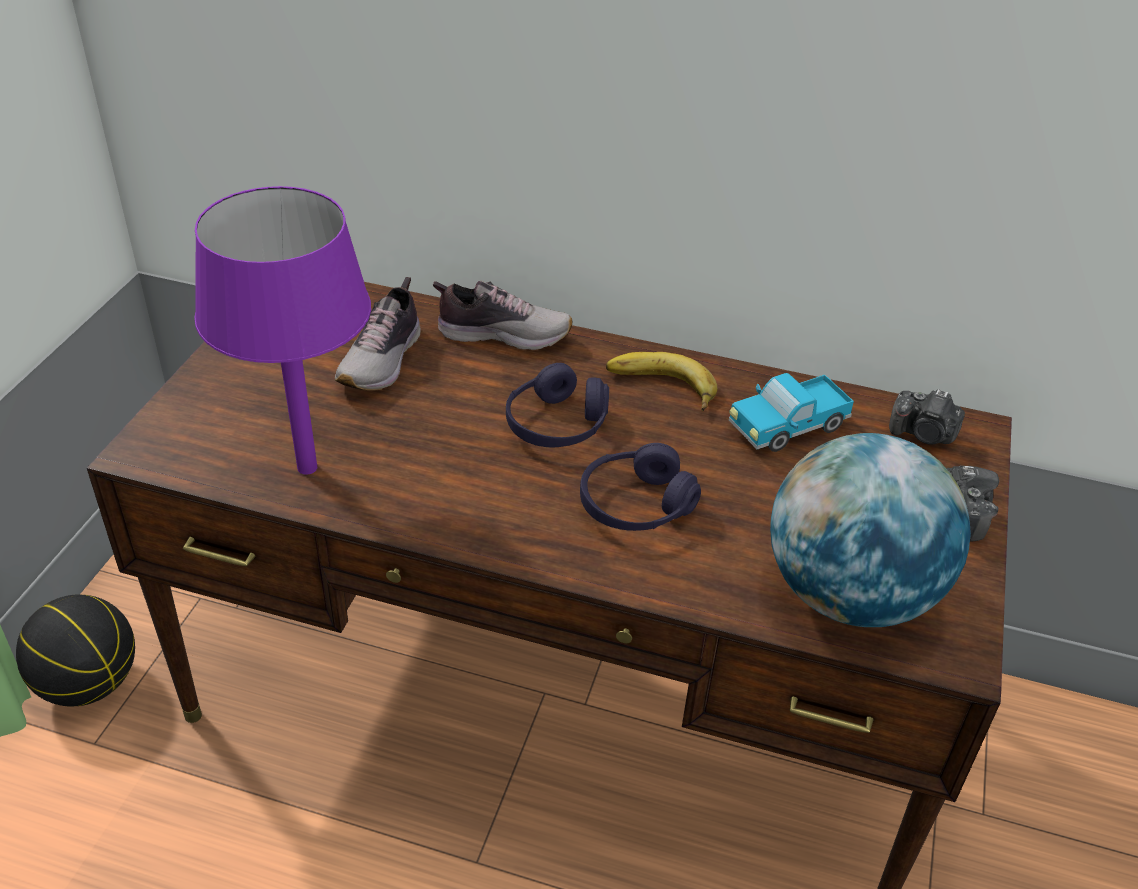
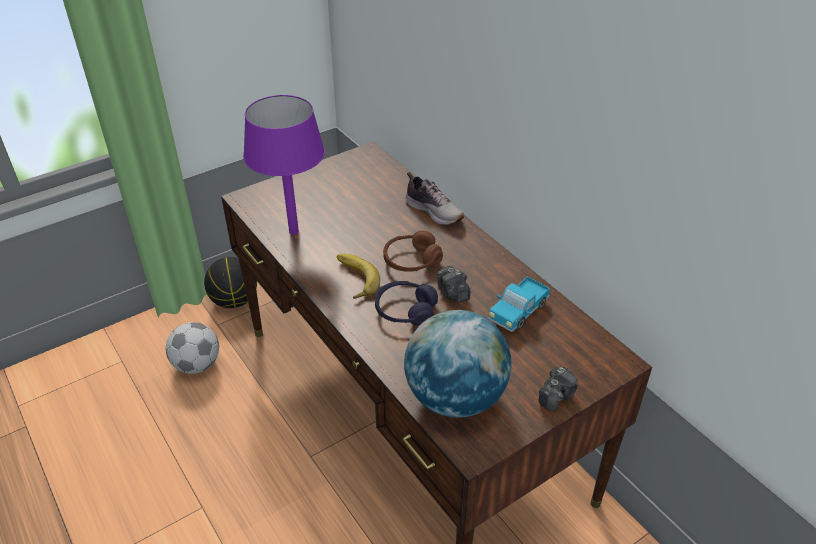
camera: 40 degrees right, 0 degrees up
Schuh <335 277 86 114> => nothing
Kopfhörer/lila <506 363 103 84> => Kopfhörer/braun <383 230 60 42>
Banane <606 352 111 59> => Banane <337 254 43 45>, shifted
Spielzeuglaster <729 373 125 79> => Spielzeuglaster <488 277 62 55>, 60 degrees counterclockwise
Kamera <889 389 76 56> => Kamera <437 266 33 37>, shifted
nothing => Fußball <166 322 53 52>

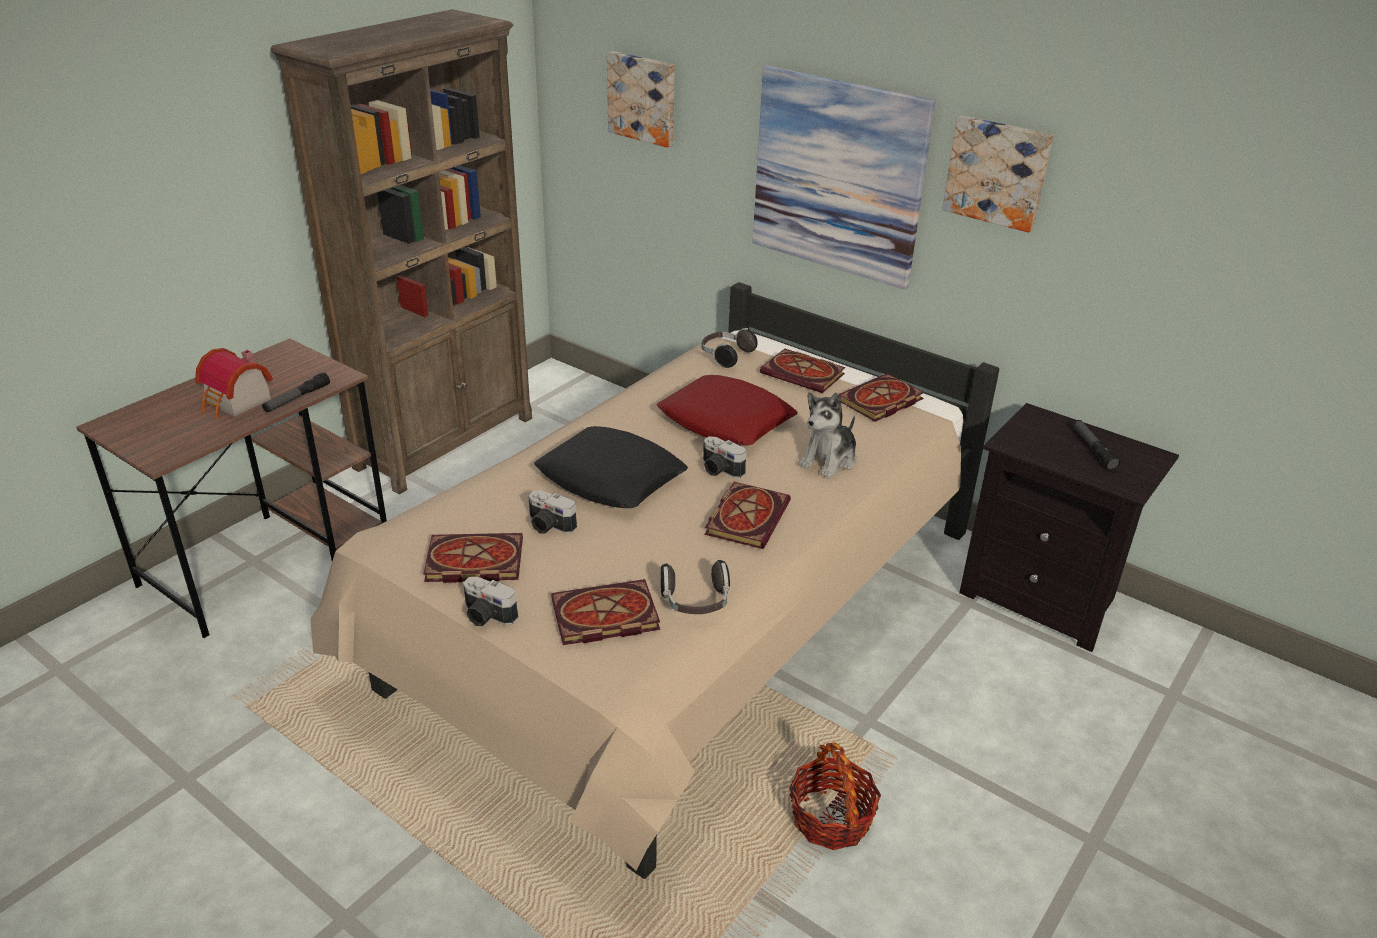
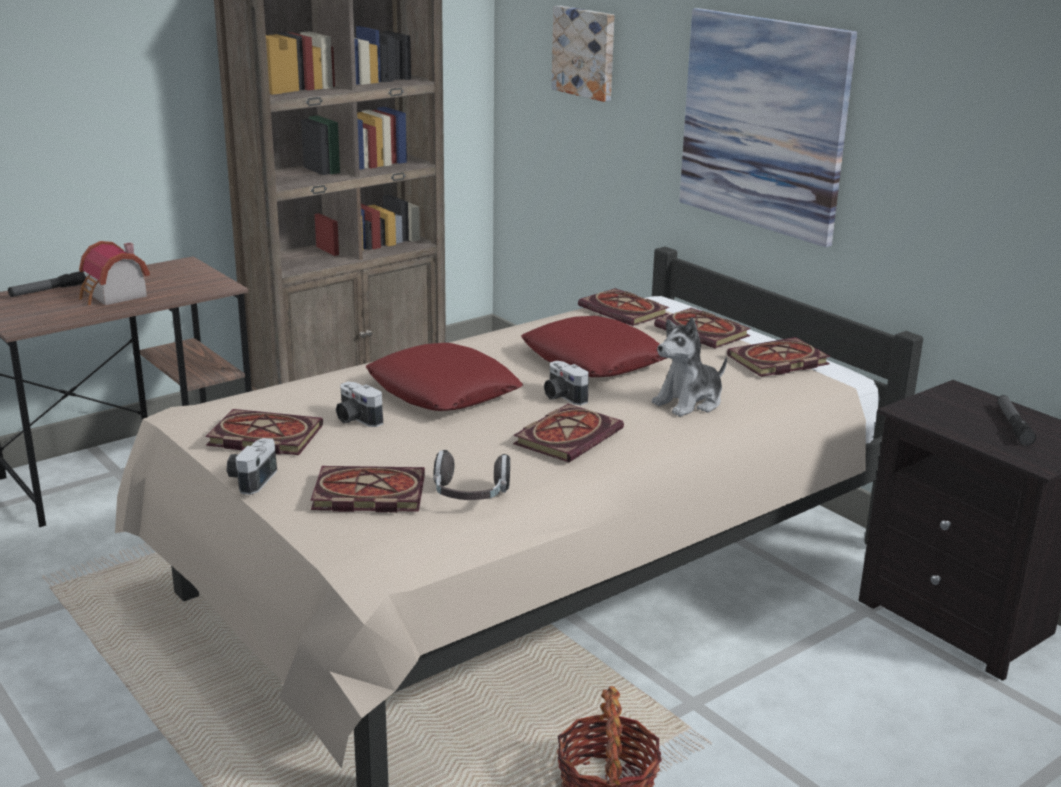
camera: 15 degrees right, 10 degrees down
Taschenlampe <262 372 68 40> => Taschenlampe <8 271 78 26>, shifted
Kamera <463 577 55 49> => Kamera <227 438 50 57>, 60 degrees clockwise
Kissen/schwarz <534 426 154 82> => Kissen/rot <366 343 157 68>
Kopfhörer <701 328 57 40> => Buch <578 288 91 38>
Bild <942 115 111 118> => nothing

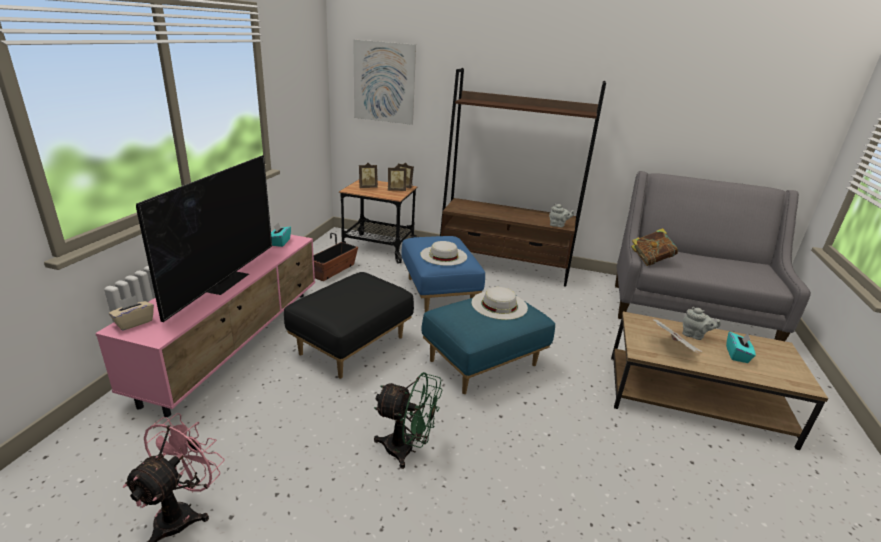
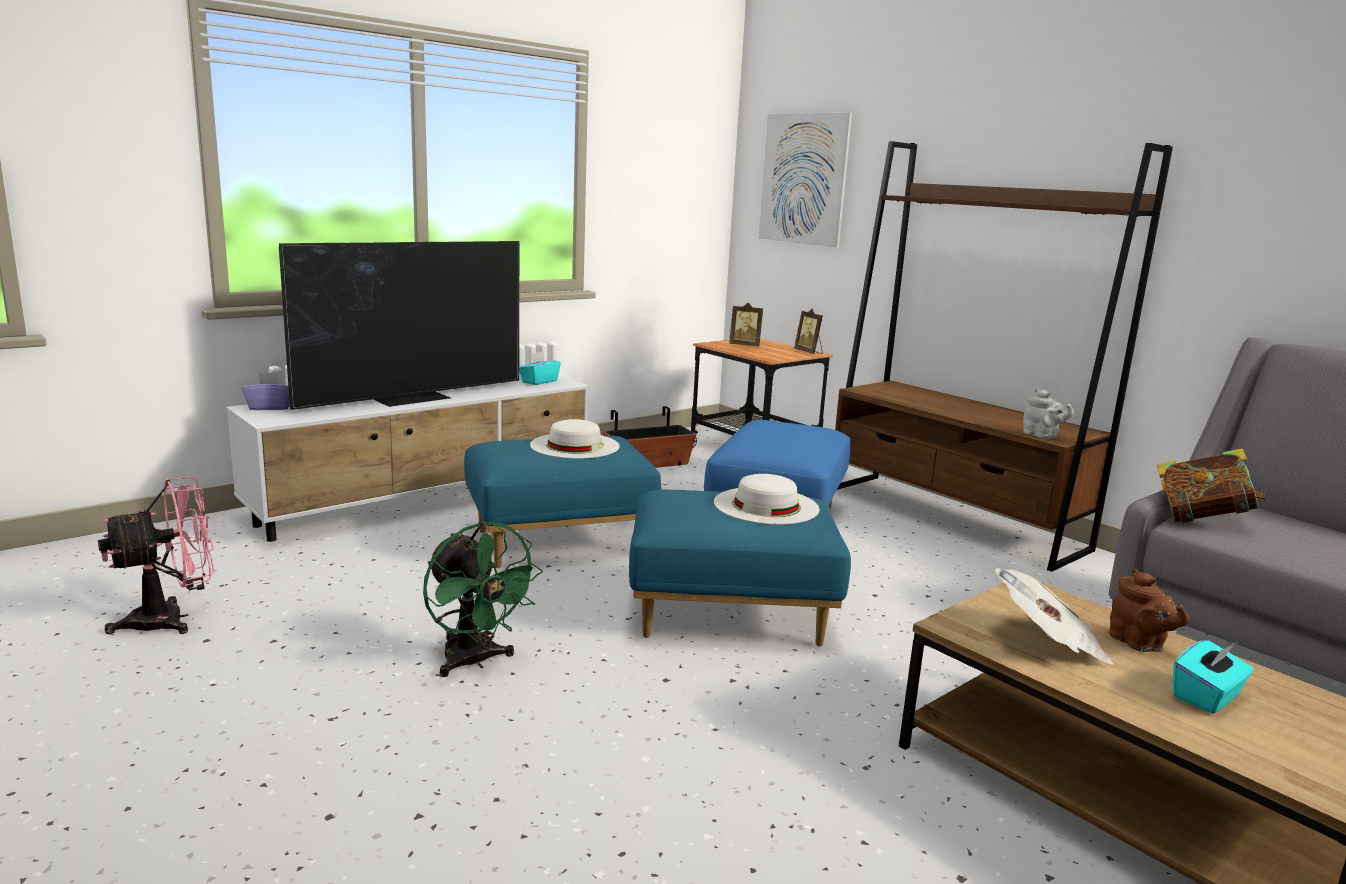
camera: 35 degrees right, 10 degrees down
Fernsehschrank/rosa <95 231 220 186> => Fernsehschrank/weiß <226 374 363 168>
Taschentuchbox/beige <109 295 45 36> => Taschentuchbox/lila <242 372 48 38>
Polsterhocker/schwarz <284 272 130 107> => Polsterhocker/blau <464 436 197 132>
Bilderrahmen <388 165 18 26> => nothing
Hut/weiß <420 241 47 25> => Hut/weiß <530 419 90 40>, shifted
Teekanne/grau <682 307 39 33> => Teekanne/braun <1109 569 81 83>

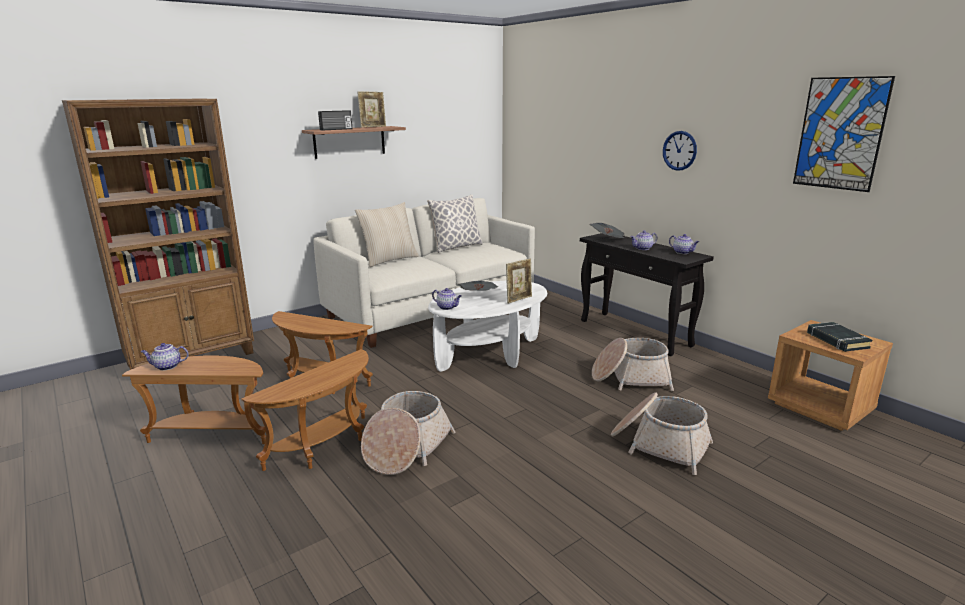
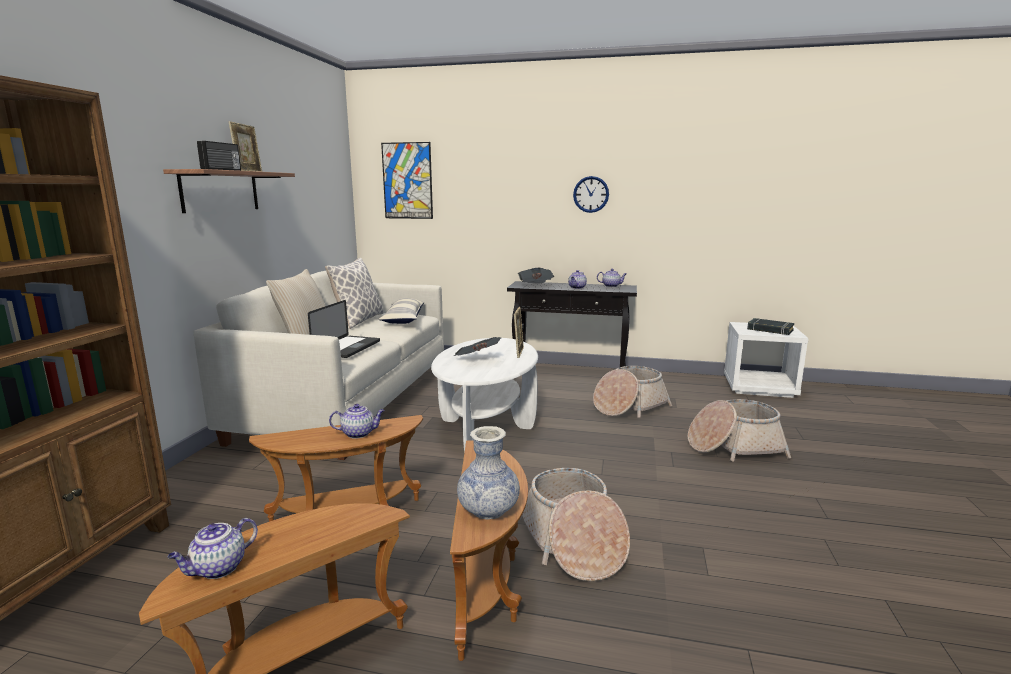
camera: 40 degrees left, 5 degrees down
Teekanne <432 288 29 22> => Teekanne <329 404 56 35>, shifted
Nachttisch/braun <768 320 125 111> => Nachttisch/weiß <724 322 85 76>
Bild <793 76 102 116> => Bild <381 142 52 77>, shifted
nothing => Laptop <308 300 72 58>
nothing => Kissen <378 298 46 26>
nothing => Vase <457 426 63 94>

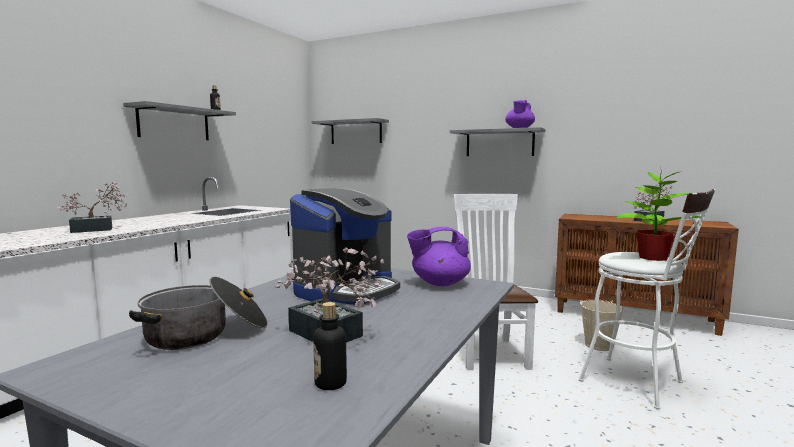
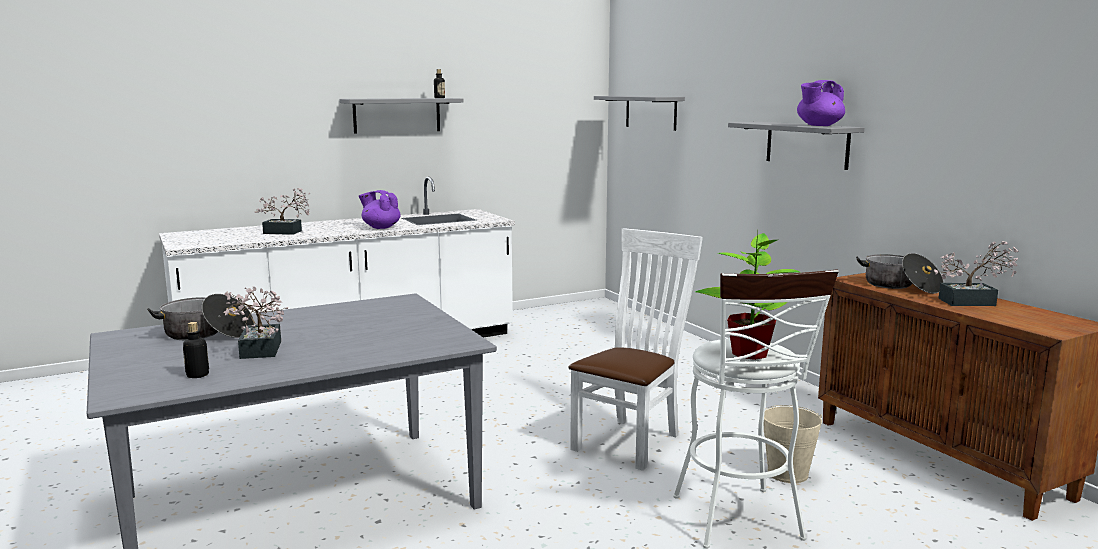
camera: 35 degrees right, 5 degrees up
Kaffeemaschine <290 188 110 117> => nothing
Teekanne/lila <407 227 64 59> => Teekanne/lila <359 190 42 39>, shifted
nothing => Kochtopf <856 253 88 41>

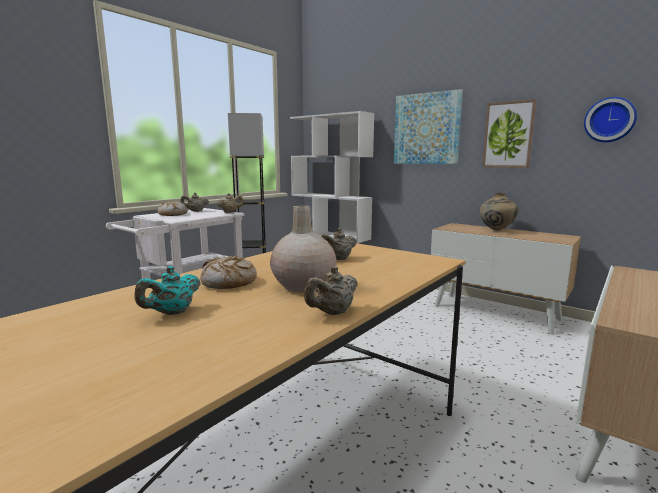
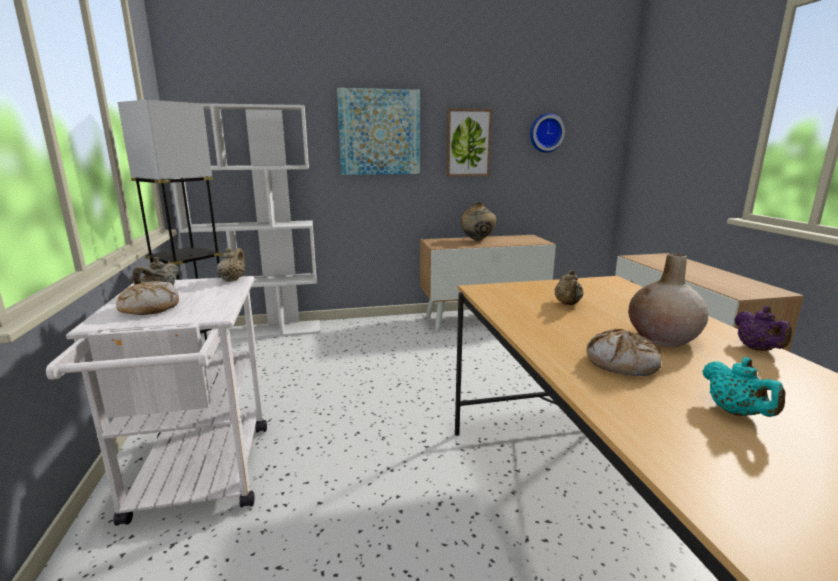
camera: 50 degrees left, 5 degrees up
Teekanne/beige <304 266 53 49> => Teekanne/lila <734 306 58 45>

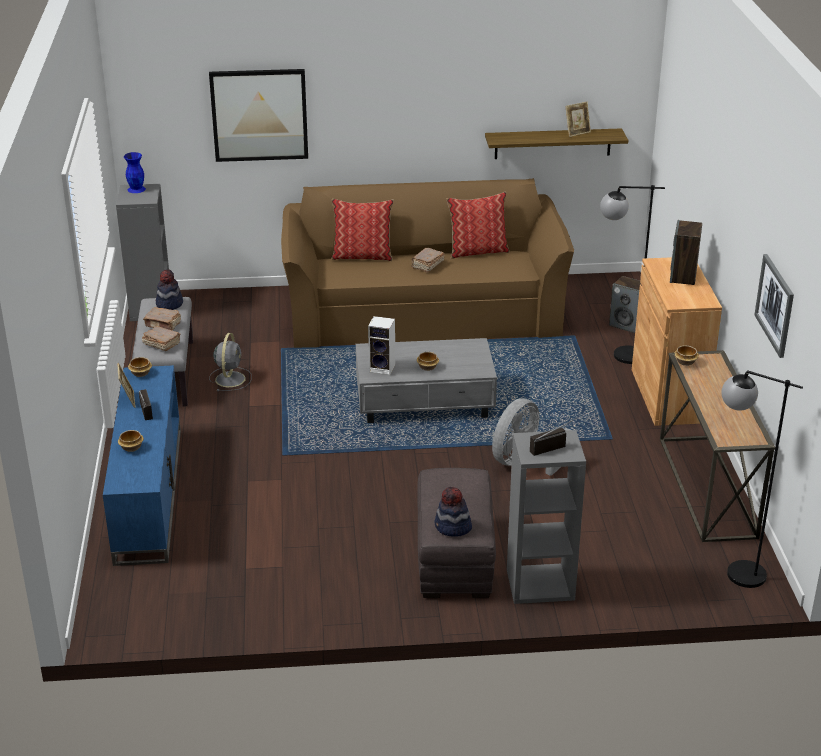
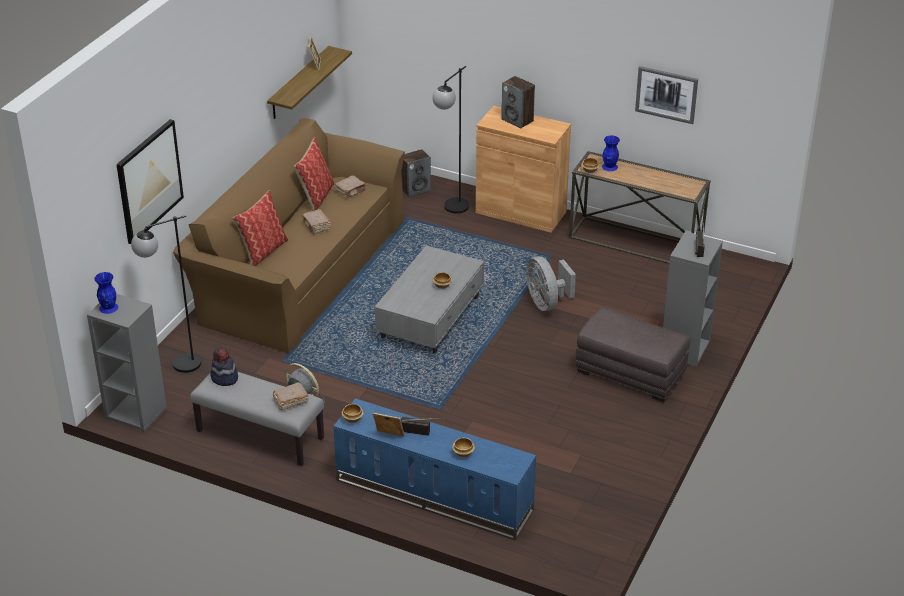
camera: 60 degrees left, 5 degrees up
Buch/braun <143 307 38 24> => Buch/braun <335 175 31 23>, shifted
Lautsprecher <368 316 27 59> => nothing
Hut <434 487 38 50> => nothing
Stehlampe/schwarz <722 370 81 218> => Stehlampe/schwarz <131 215 71 158>, shifted
nothing => Vase/blau <602 135 18 36>

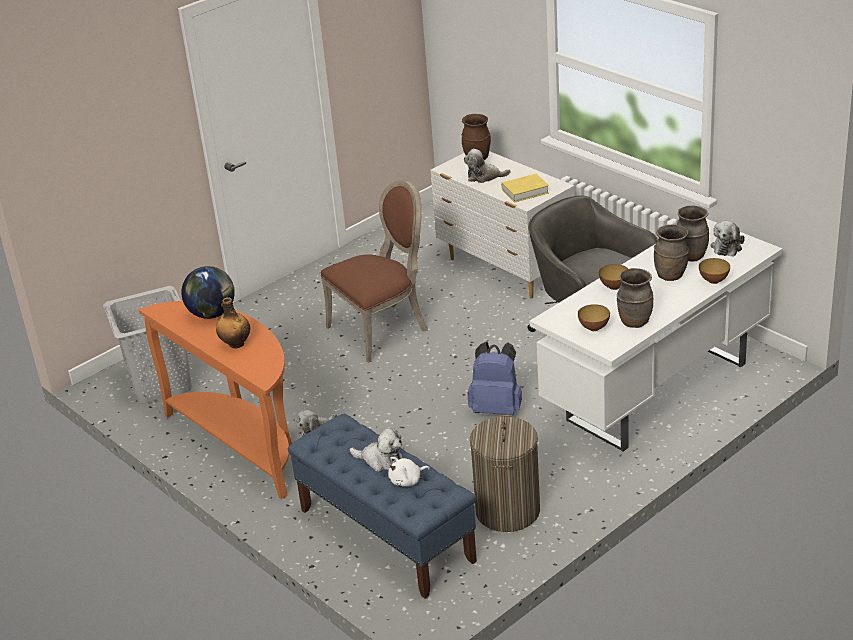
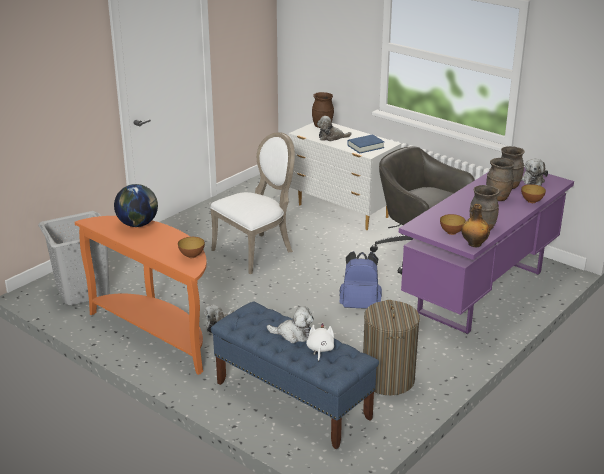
camera: 10 degrees left, 5 degrees down
Flasche <216 297 34 52> => Flasche <461 204 29 43>, shifted
Stuhl/braun <321 180 107 183> => Stuhl/weiß <210 132 85 142>
Plüschtier/weiß <388 457 42 30> => Plüschtier/weiß <306 323 28 38>, 135 degrees clockwise
Buch/gelb <501 174 48 29> => Buch/blau <347 134 37 20>
Schreibtisch/weiß <530 219 253 233> => Schreibtisch/lila <399 167 175 167>
Schüssel <599 264 29 26> => Schüssel <178 237 27 21>, shifted

